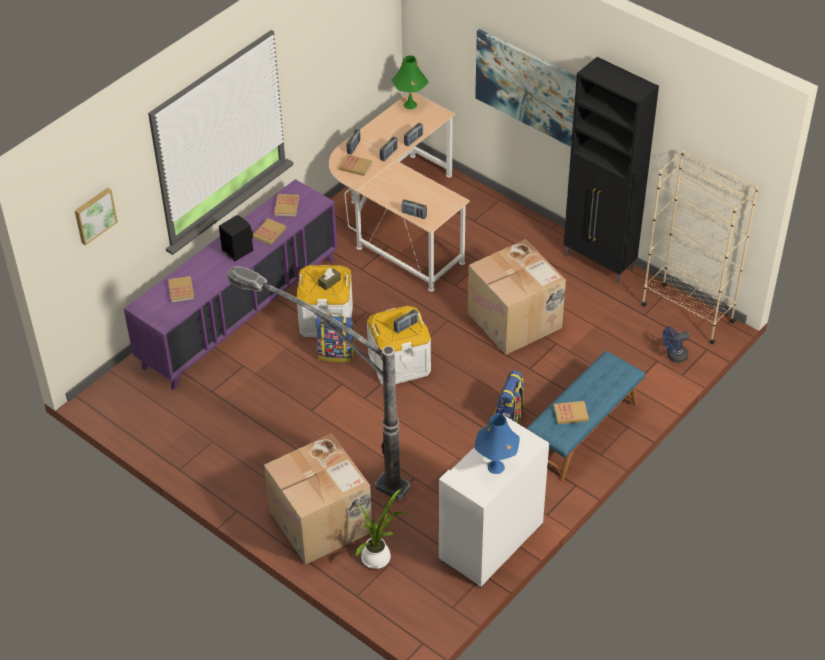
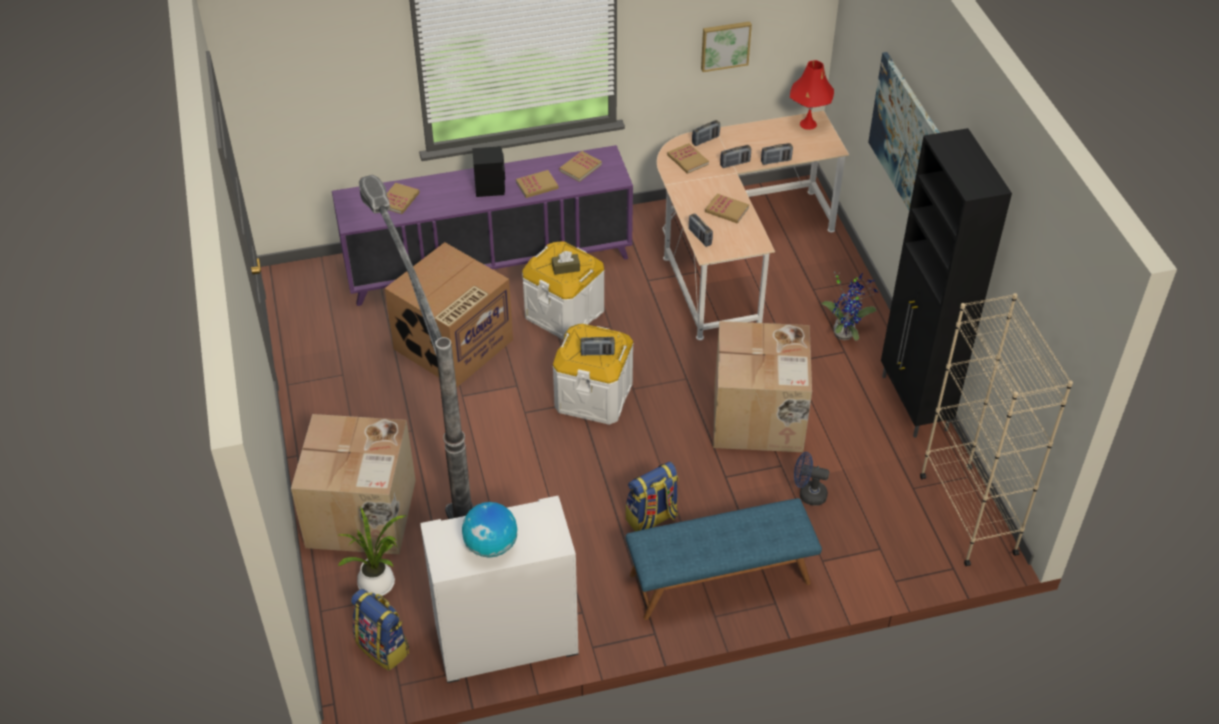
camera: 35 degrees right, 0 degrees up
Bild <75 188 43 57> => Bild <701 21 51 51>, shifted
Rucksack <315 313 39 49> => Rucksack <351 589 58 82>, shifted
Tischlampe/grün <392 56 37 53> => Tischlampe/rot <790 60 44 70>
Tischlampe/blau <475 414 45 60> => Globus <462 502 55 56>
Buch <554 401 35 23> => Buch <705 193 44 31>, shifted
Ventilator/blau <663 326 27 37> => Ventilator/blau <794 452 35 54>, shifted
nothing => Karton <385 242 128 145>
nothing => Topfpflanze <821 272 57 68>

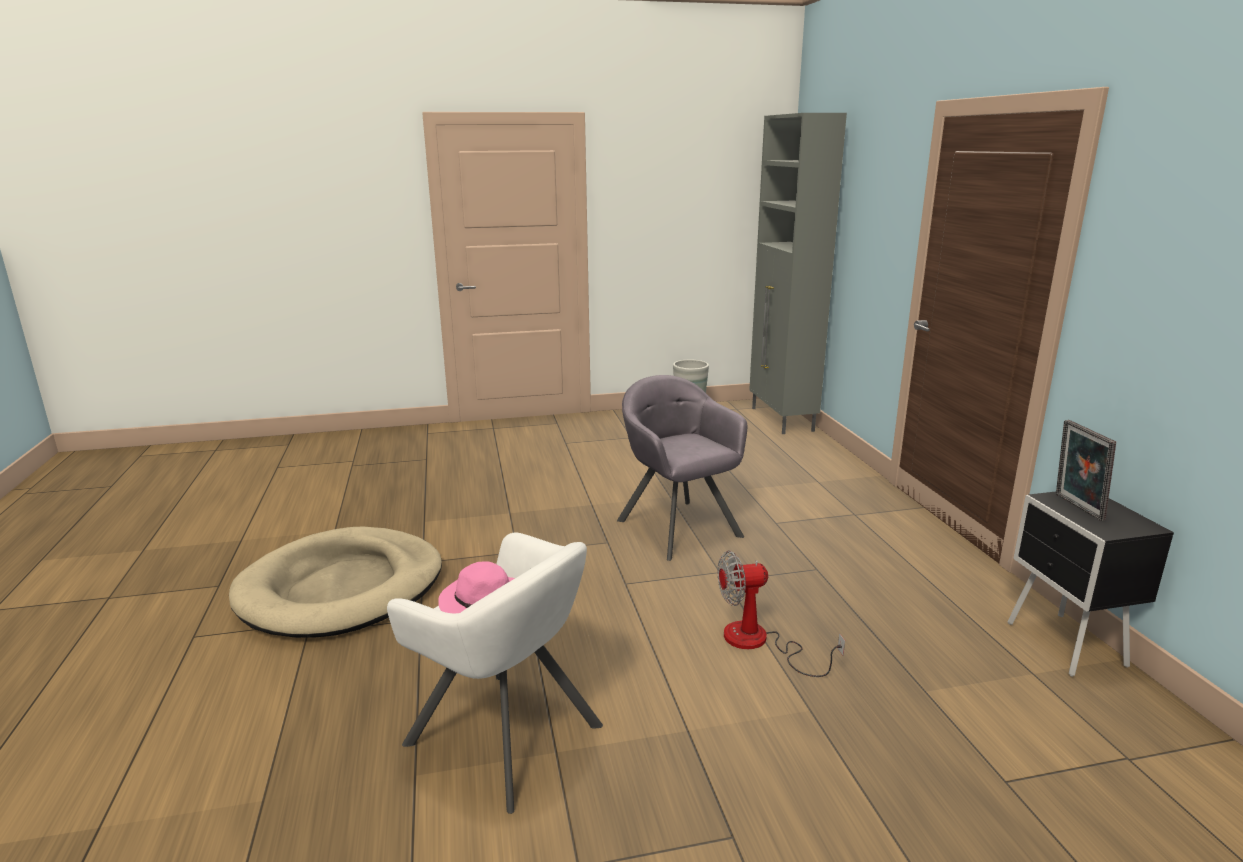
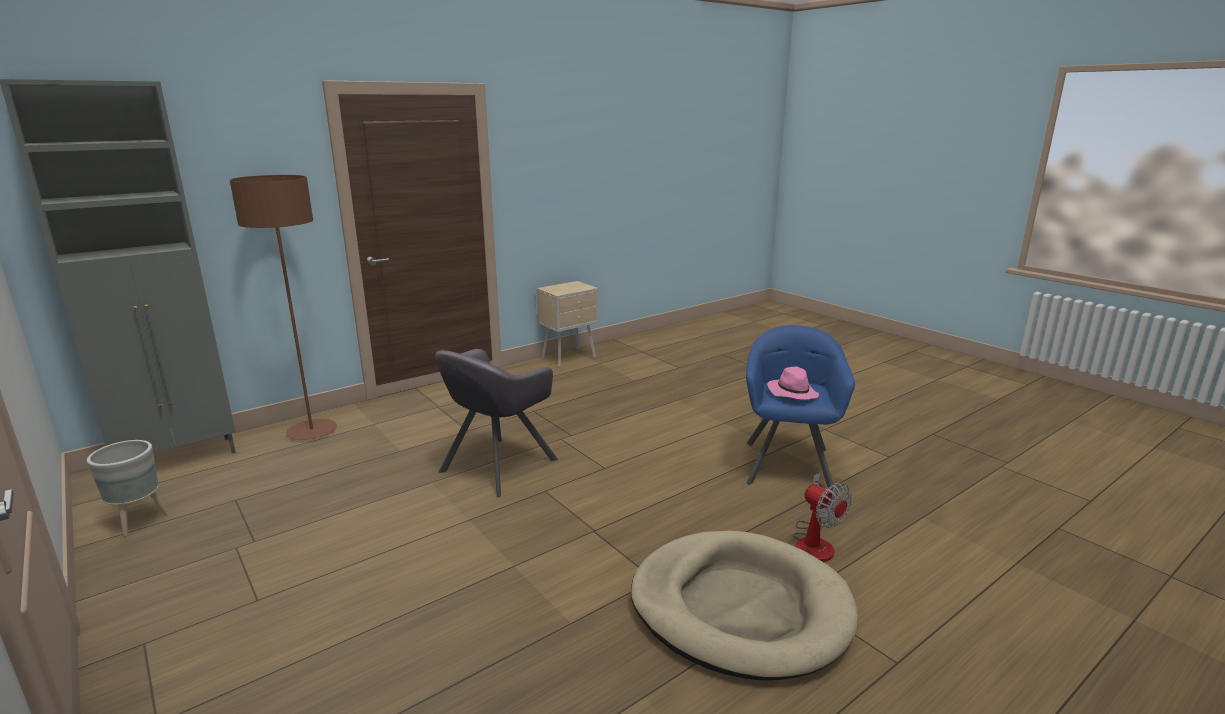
camera: 115 degrees left, 0 degrees up
Sessel/weiß <387 533 216 281> => Sessel/blau <746 325 109 166>
Ventilator <717 551 128 126> => Ventilator <793 473 59 89>, shifted
Nachttisch/schwarz <1008 491 166 186> => Nachttisch/beige <536 281 63 86>
Bilderrahmen <1056 420 60 101> => nothing
nothing => Stehlampe/braun <230 175 107 265>

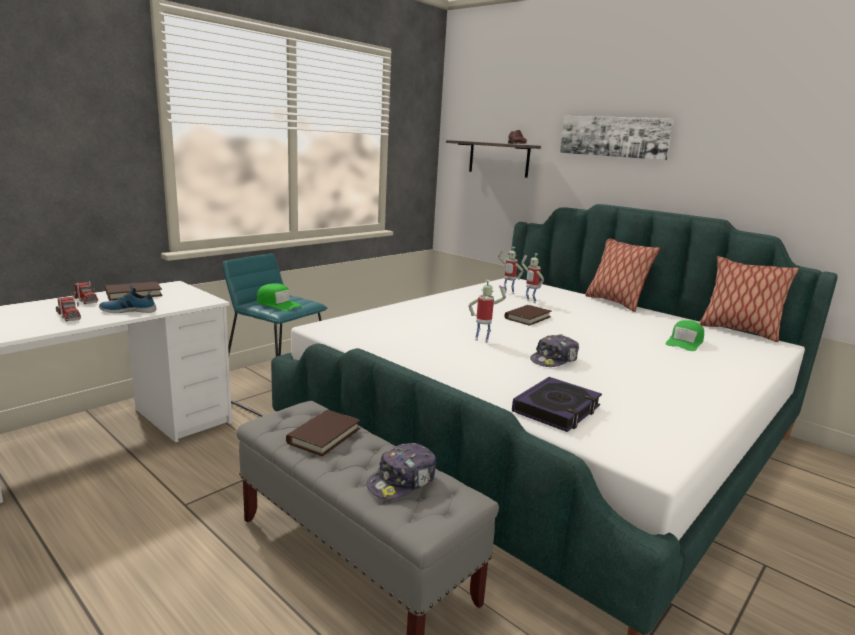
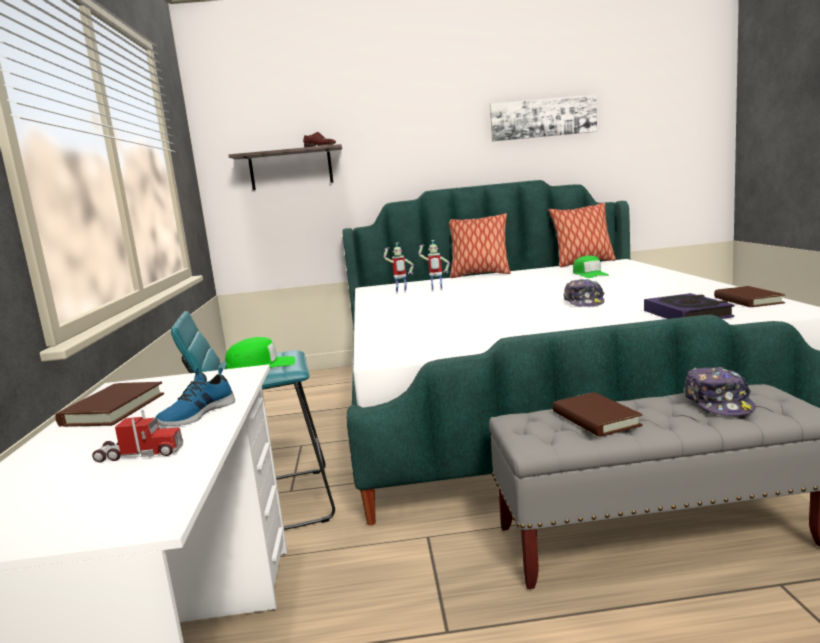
camera: 45 degrees left, 5 degrees down
Spielzeuglaster <71 281 27 23> => nothing
Spielzeugroboter <468 280 38 63> => nothing
Buch/braun <504 305 48 21> => Buch/braun <714 286 71 21>, shifted
Bild <560 116 114 44> => Bild <490 94 107 47>, shifted

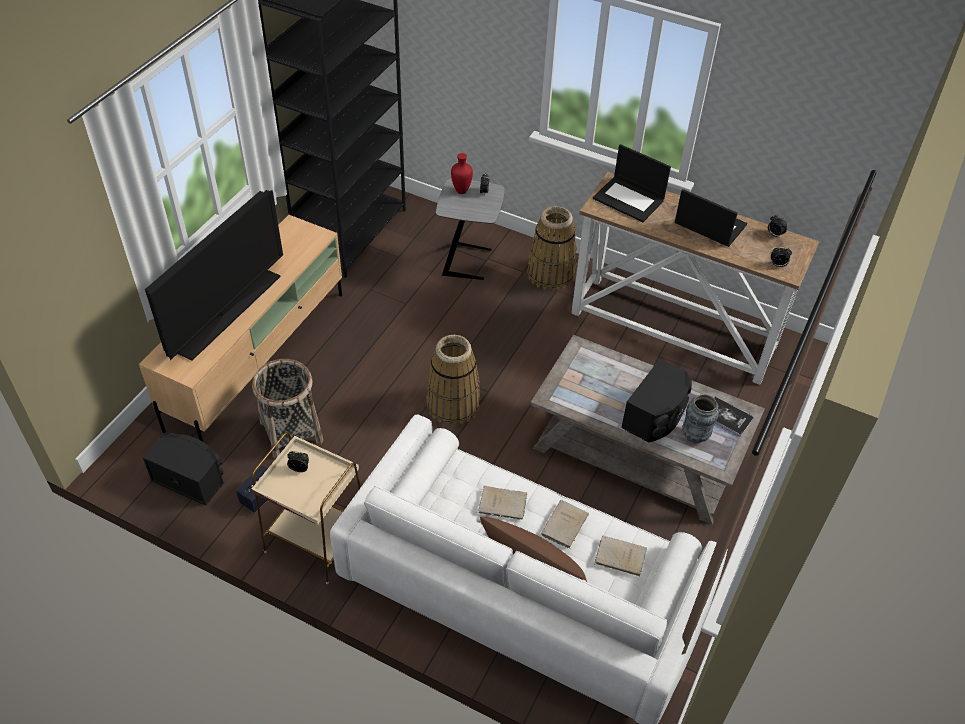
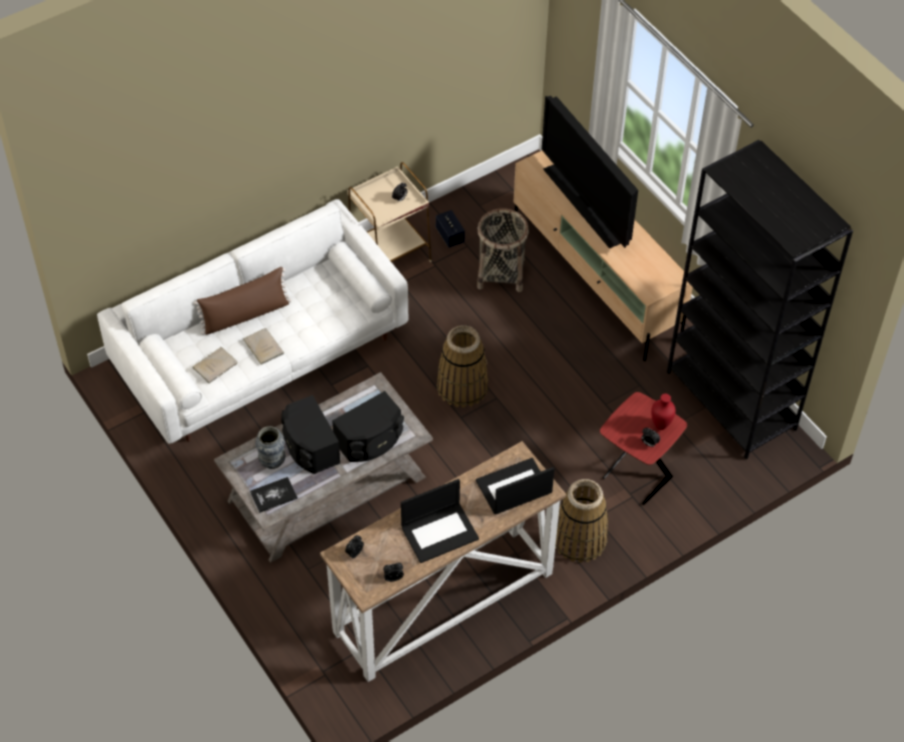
camera: 120 degrees right, 5 degrees up
Lautsprecher/schwarz <142 433 82 73> => Lautsprecher/schwarz <332 391 72 71>, shifted
Beistelltisch/grau <436 178 69 102> => Beistelltisch/rot <600 392 87 113>
Buch/beige <478 486 49 34> => nothing

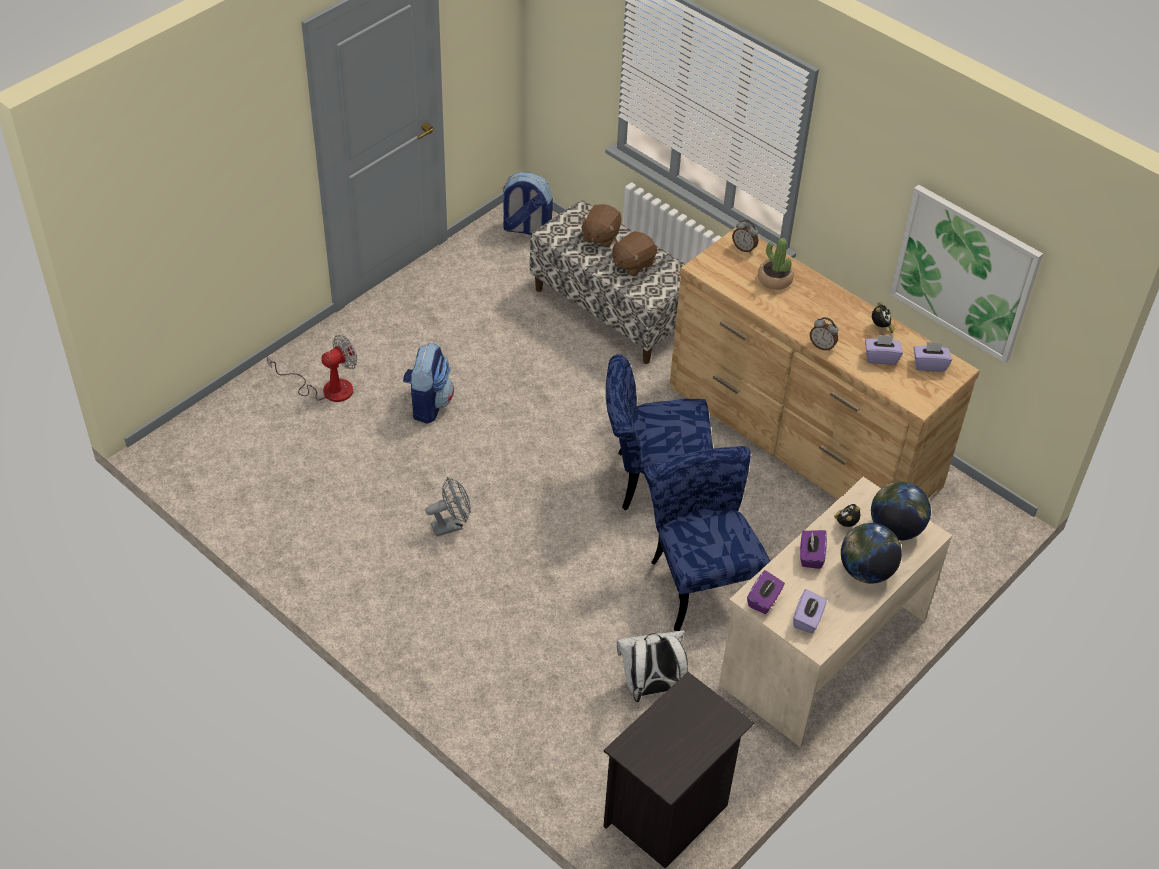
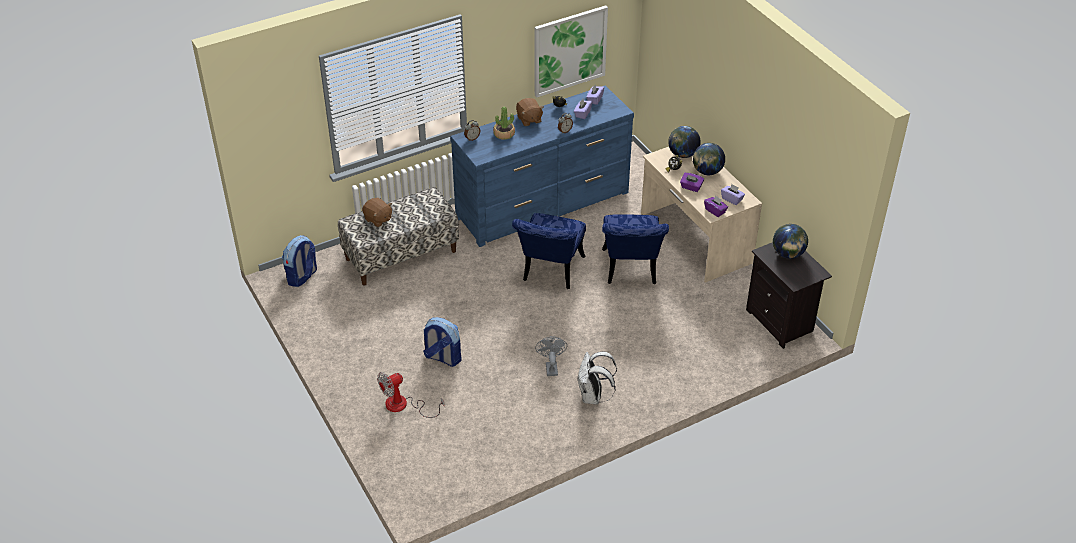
camera: 70 degrees left, 5 degrees down
Ventilator <267 335 91 67> => Ventilator <377 372 67 46>, 105 degrees counterclockwise
Plüschtier/braun <612 231 45 45> => Plüschtier/braun <516 98 28 28>, shifted
Rucksack/weiß <617 630 71 72> => Rucksack/weiß <578 351 39 53>, shifted
Stuhl/blau <644 446 126 185> => Stuhl/blau <602 214 67 70>, 90 degrees counterclockwise
Kommode/braun <669 227 311 272> => Kommode/blau <450 85 184 162>
nothing => Globus <773 224 35 35>

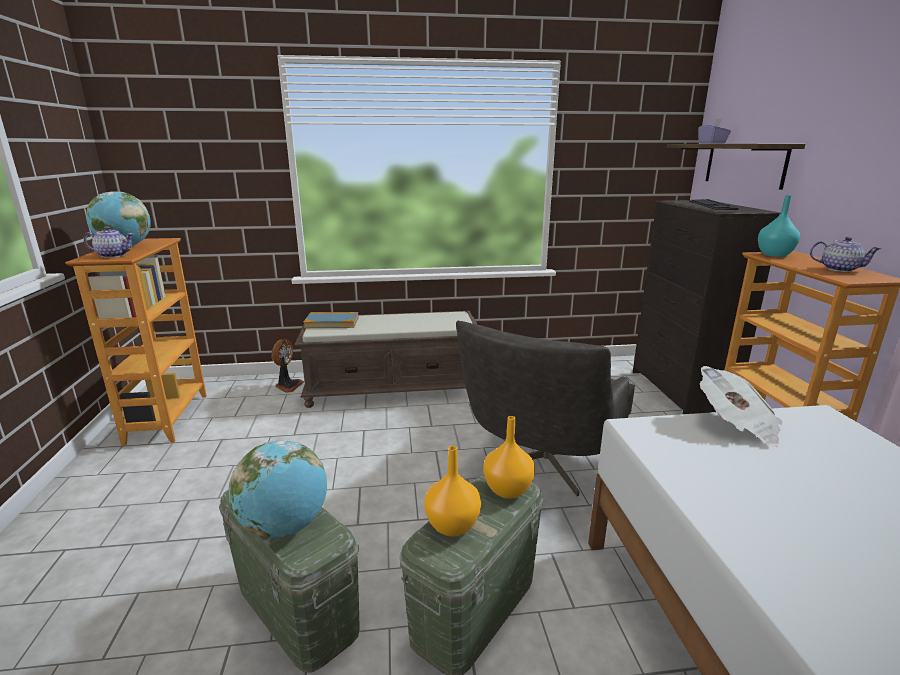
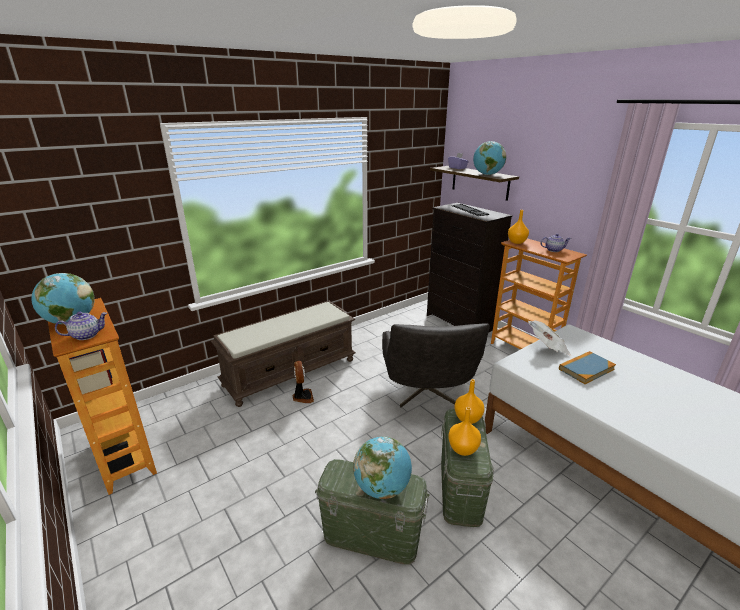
camera: 30 degrees left, 5 degrees up
Ventilator <272 339 32 54> => Ventilator <293 361 21 42>, shifted
Buch <303 312 56 16> => Buch <559 351 57 33>, shifted
Vase/türkis <758 195 42 62> => Vase/orange <508 210 21 34>
nothing => Globus <473 141 33 34>

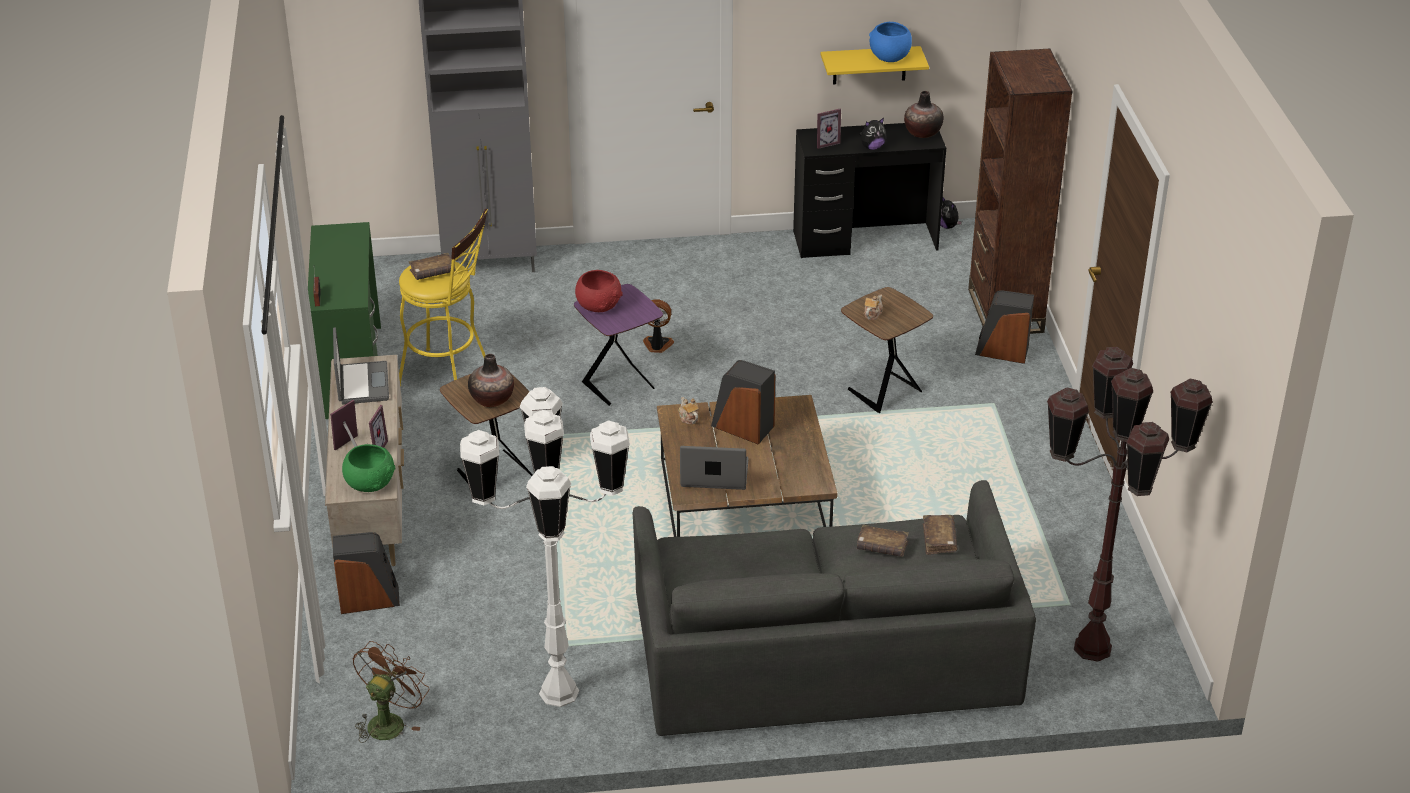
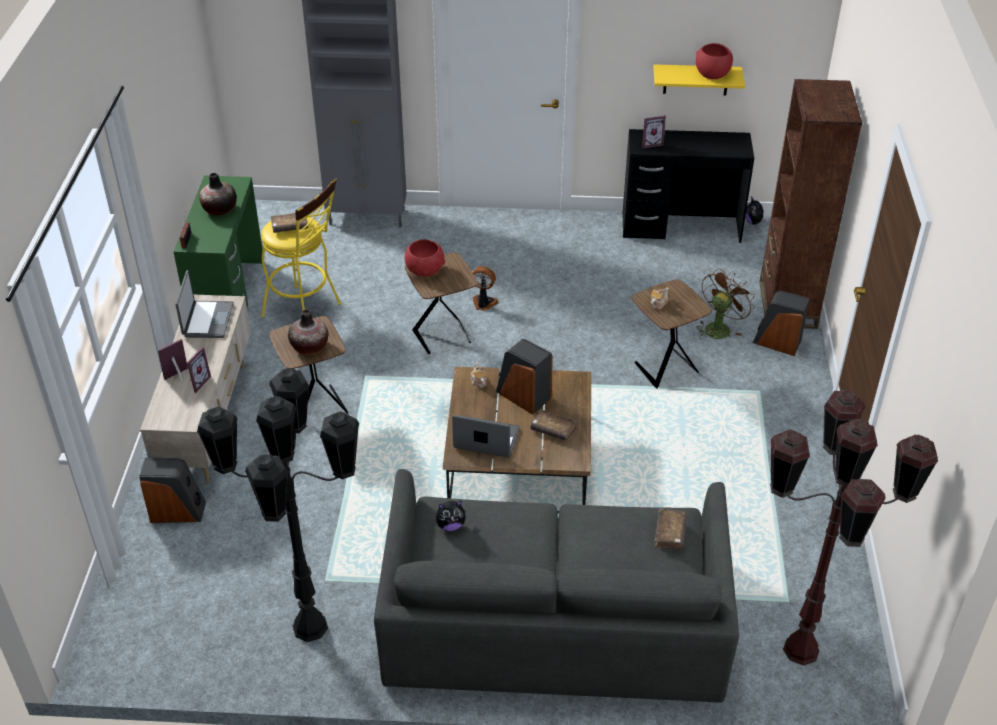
camera: 10 degrees right, 5 degrees up
Schüssel/grün <342 444 54 48> => nothing
Ventilator/braun <353 641 76 102> => Ventilator/braun <696 268 59 71>, shifted
Stehlampe/weiß <460 387 170 320> => Stehlampe/schwarz <197 369 162 273>
Beistelltisch/lila <574 284 89 122> => Beistelltisch/braun <405 252 73 102>
Buch/braun <857 525 52 32> => Buch/braun <531 409 45 32>, shifted
Plüschtier <859 118 28 32> => Plüschtier <436 501 30 30>, shifted
Schüssel/blau <869 22 43 40> => Schüssel/rot <696 43 37 36>
Vase <904 91 40 47> => Vase <199 173 38 43>, shifted

